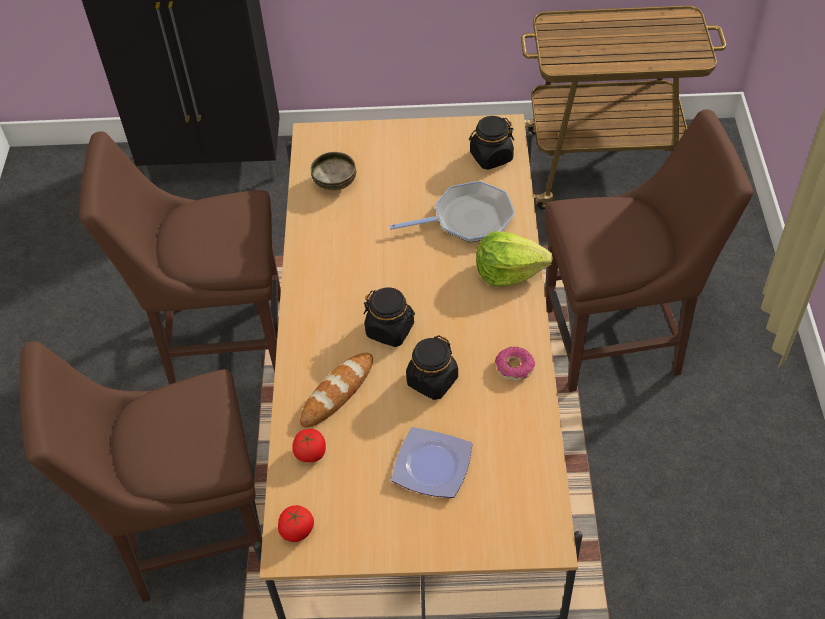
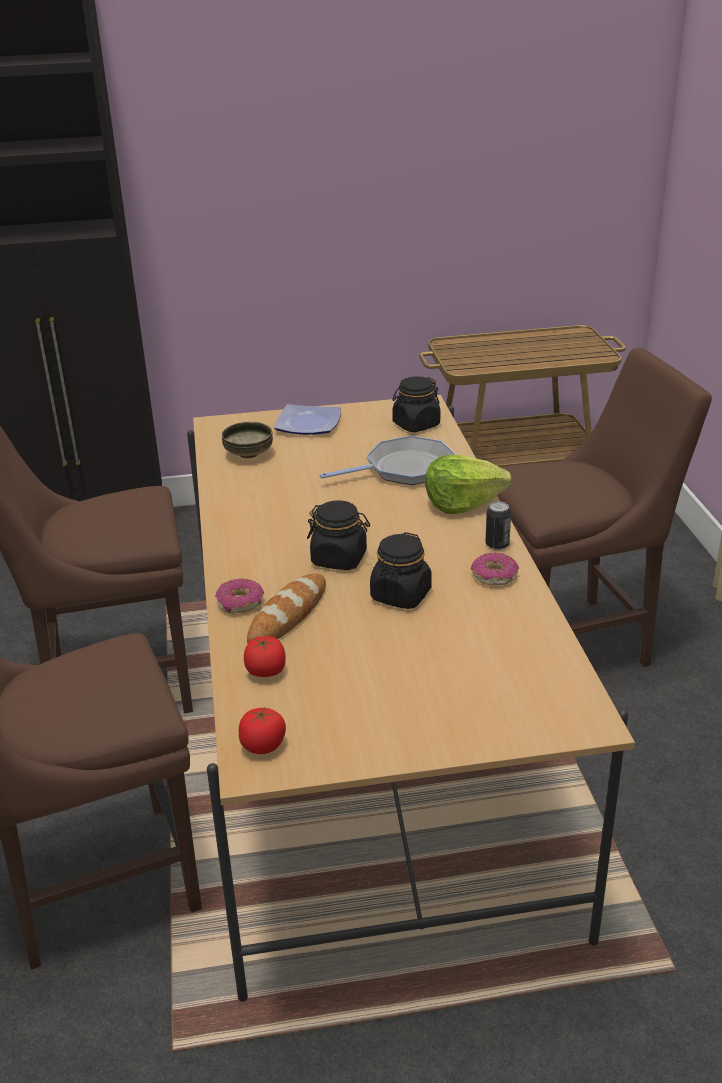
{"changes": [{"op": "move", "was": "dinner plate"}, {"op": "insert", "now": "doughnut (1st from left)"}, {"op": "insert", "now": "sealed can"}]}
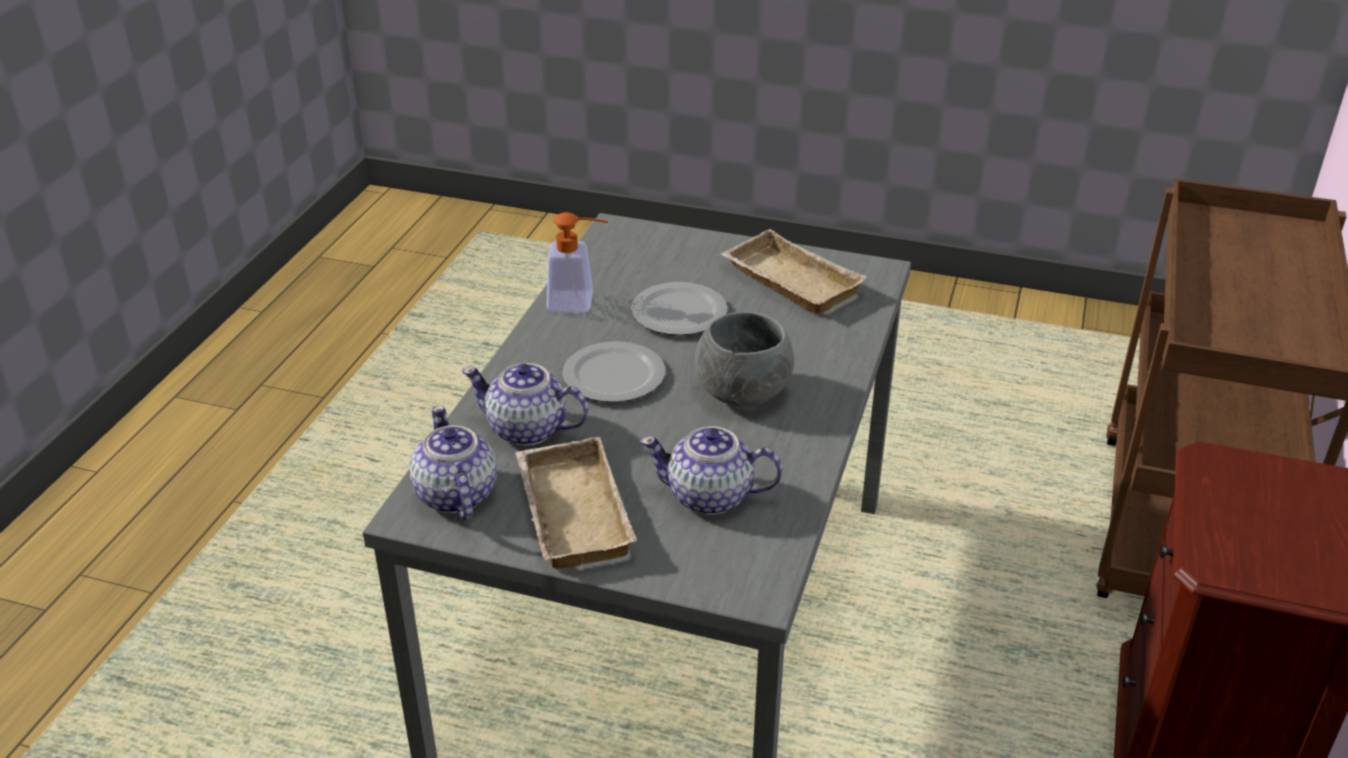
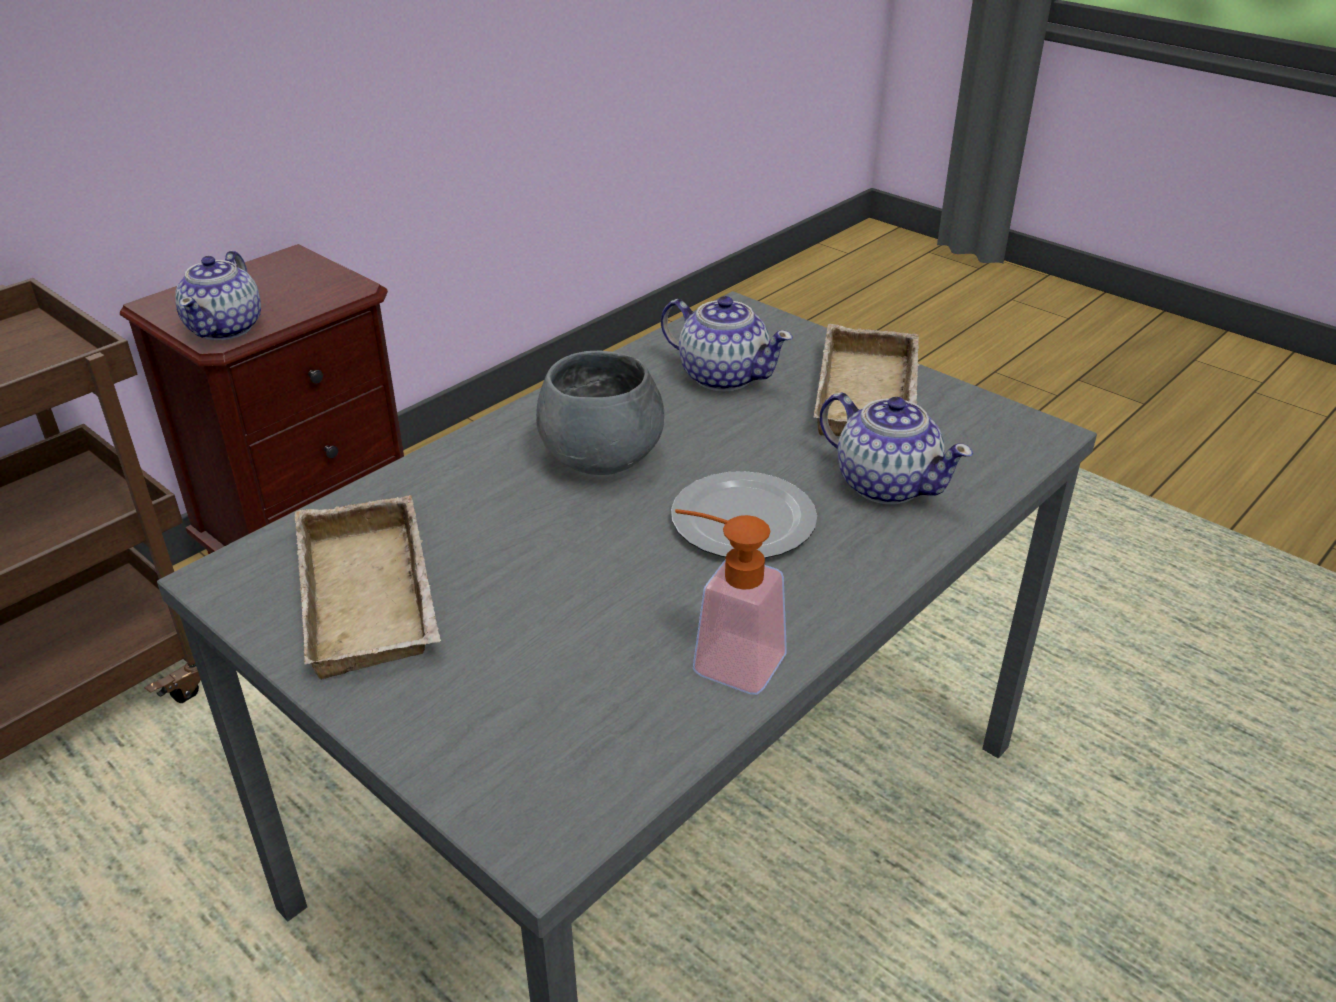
{"changes": [{"op": "move", "was": "teapot (1st from left)"}, {"op": "delete", "was": "dinner plate (2nd from left)"}]}
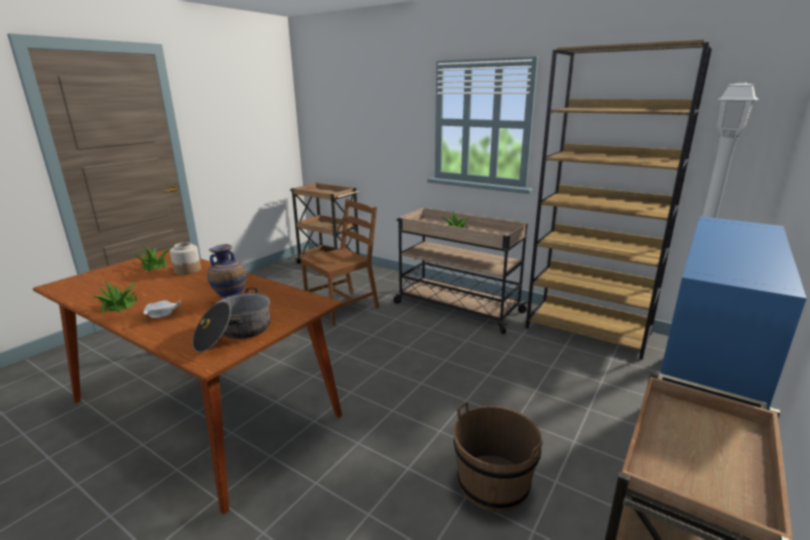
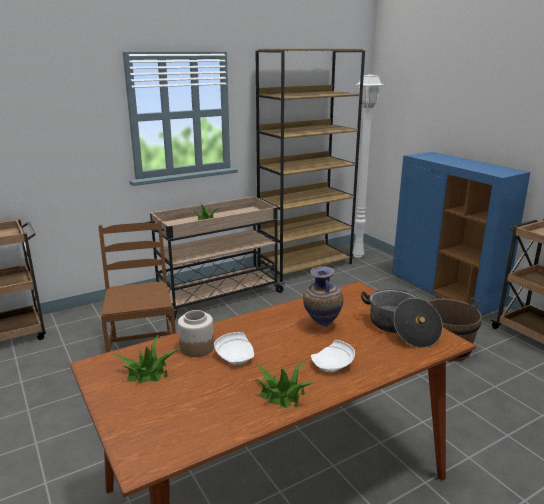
{"changes": [{"op": "insert", "now": "dinner plate (whitish) (1st from left)"}]}
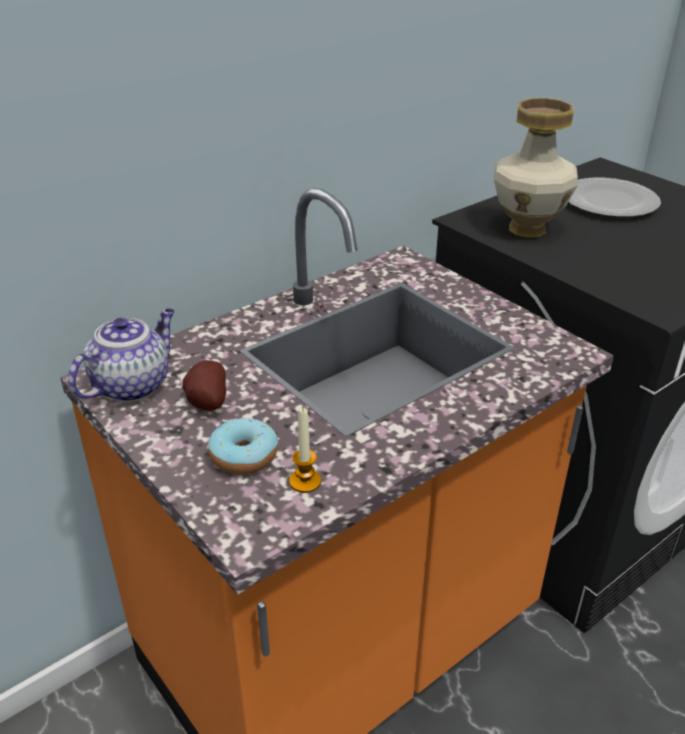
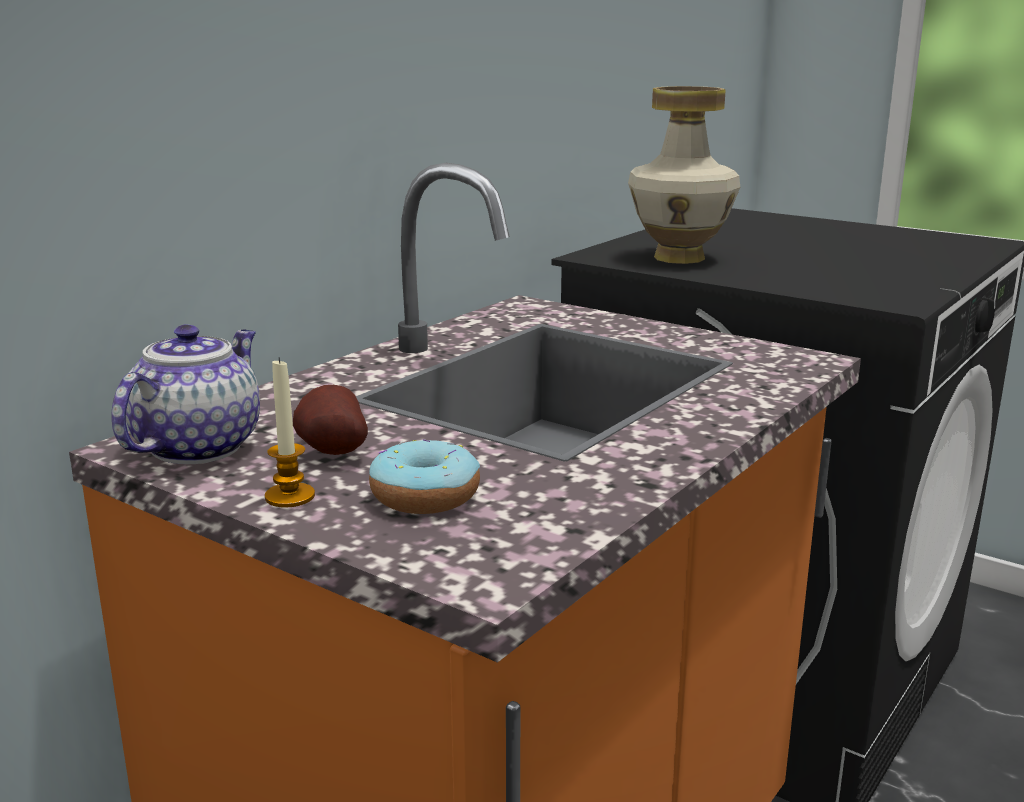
{"changes": [{"op": "move", "was": "wax candle"}, {"op": "delete", "was": "dinner plate"}]}
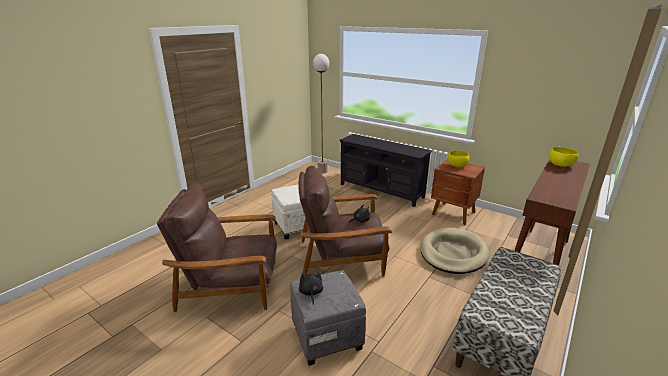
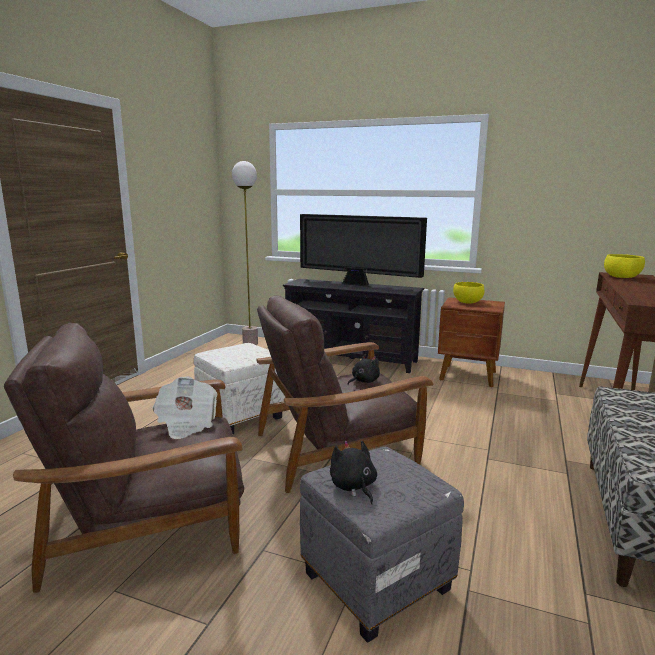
{"changes": [{"op": "delete", "was": "dog cushion (sand-coloured)"}, {"op": "insert", "now": "newspaper"}, {"op": "insert", "now": "television"}]}
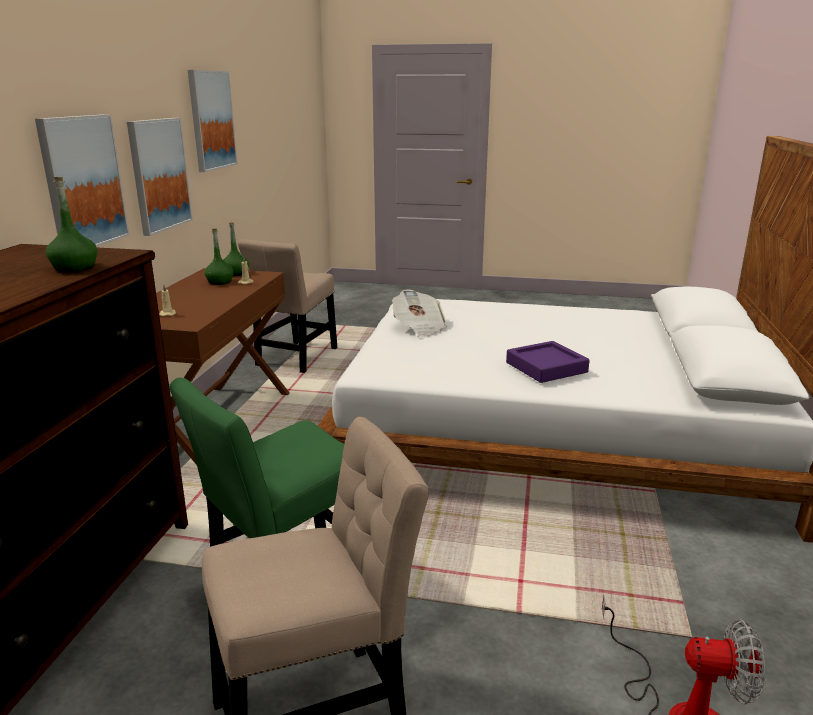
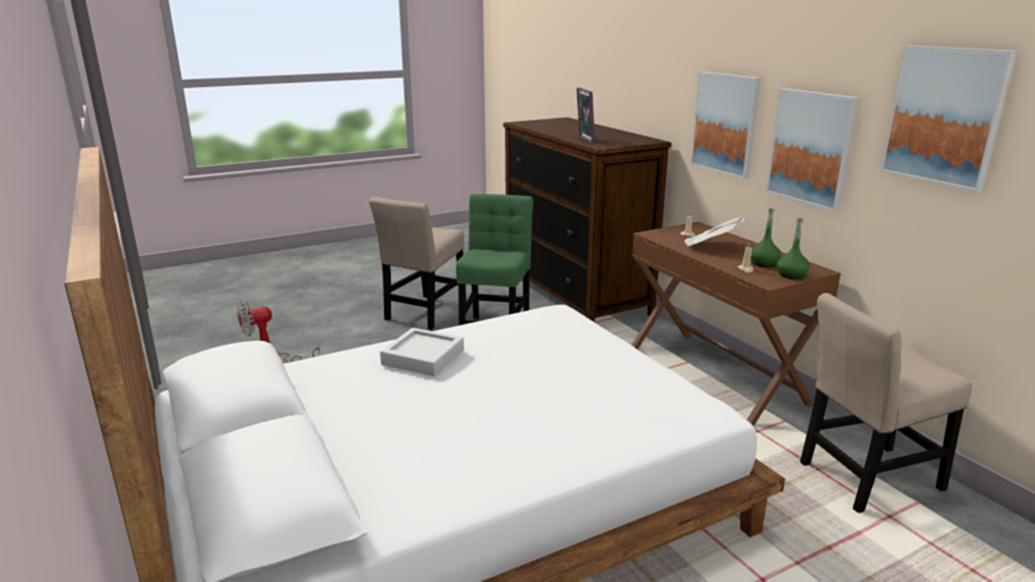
{"changes": [{"op": "replace", "was": "bottle (green) (1st from left)", "now": "photo frame"}, {"op": "rotate", "was": "plain chair (sand-coloured) (1st from left in the first image)", "clockwise": -90}, {"op": "move", "was": "newspaper"}, {"op": "recolor", "was": "tray (purplish)", "now": "tray (gray)"}]}
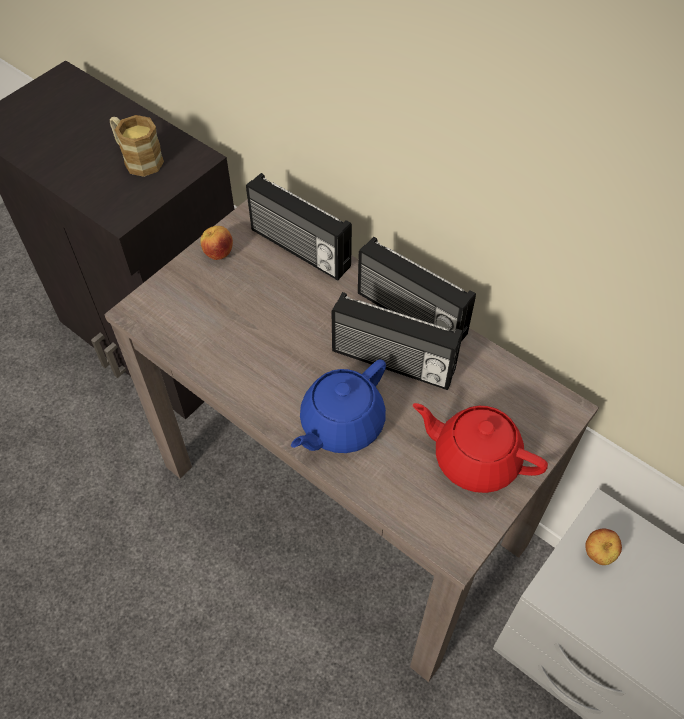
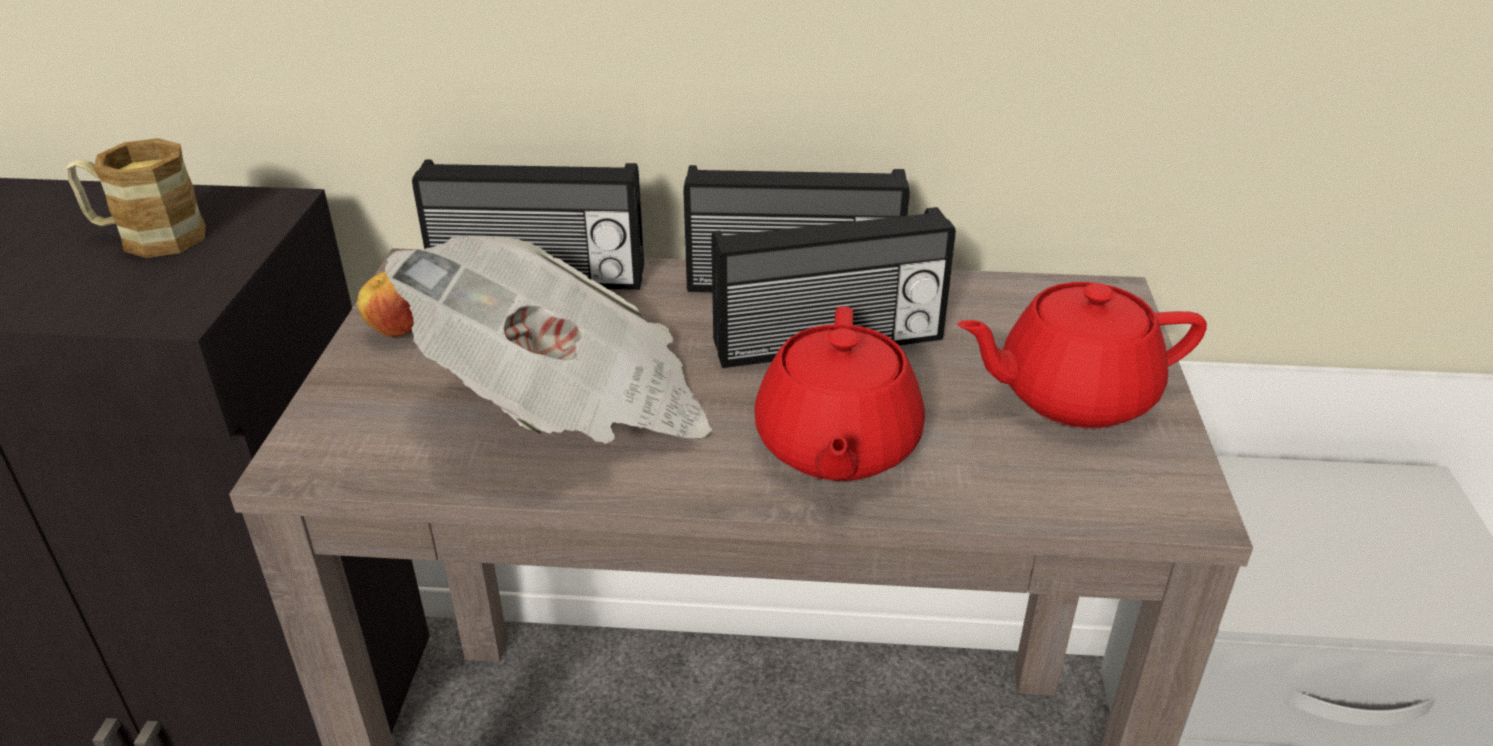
{"changes": [{"op": "recolor", "was": "teapot (blue)", "now": "teapot (red-coloured) (1st from left)"}, {"op": "delete", "was": "whole apple (2nd from left)"}, {"op": "insert", "now": "newspaper"}]}
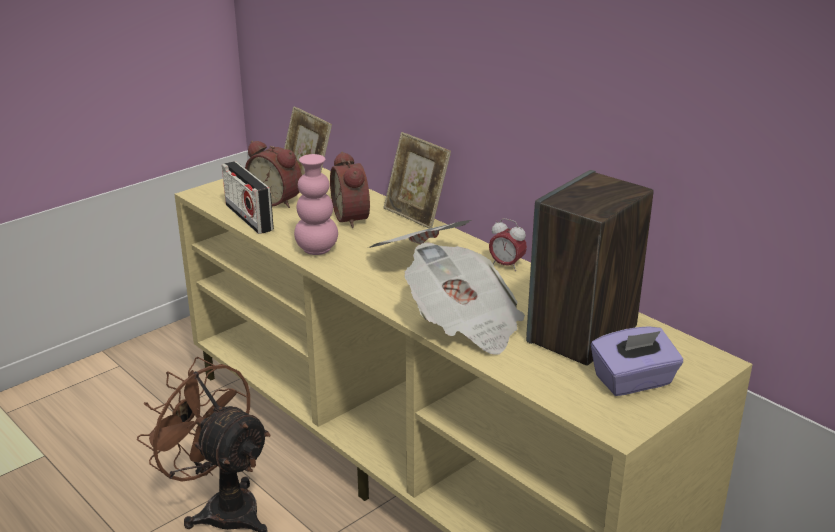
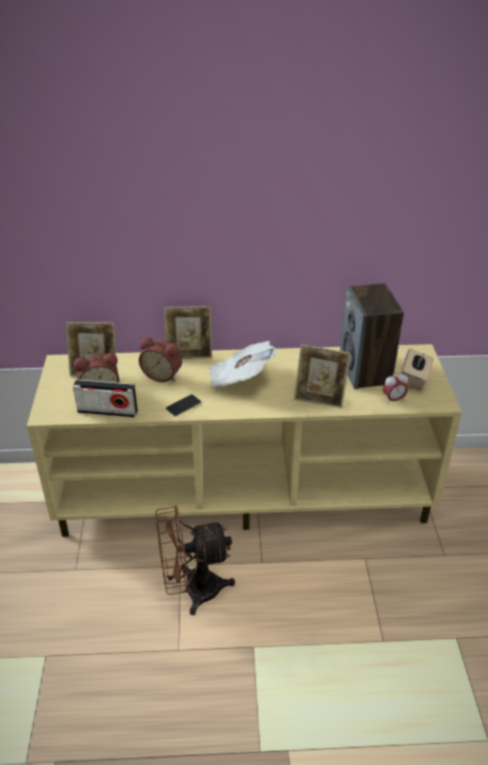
{"changes": [{"op": "replace", "was": "flower vase (pinkish)", "now": "phone"}, {"op": "replace", "was": "newspaper (2nd from left)", "now": "photo frame (3rd from left)"}, {"op": "move", "was": "table clock (3rd from left)"}, {"op": "recolor", "was": "box of tissues (purplish)", "now": "box of tissues (sand-coloured)"}]}
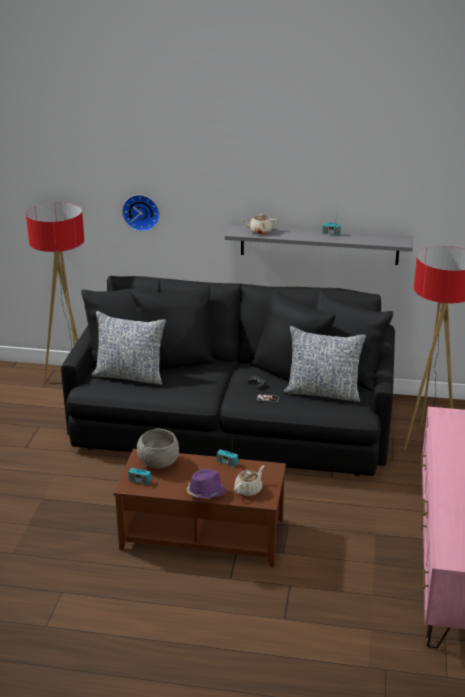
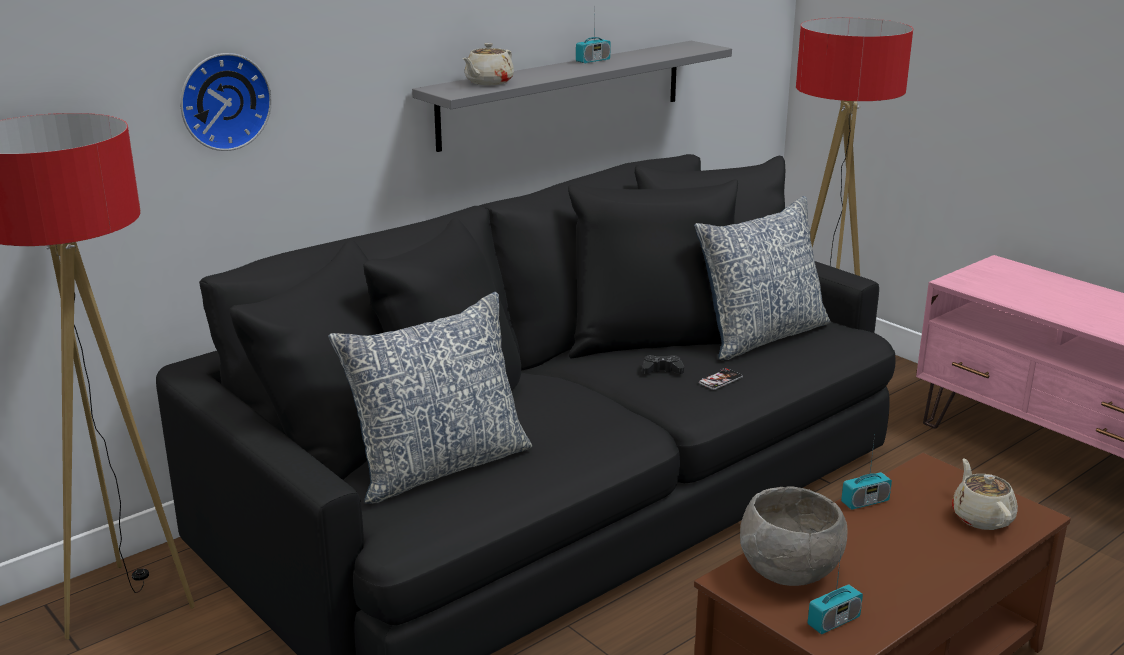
{"changes": [{"op": "delete", "was": "hat (purplish)"}]}
